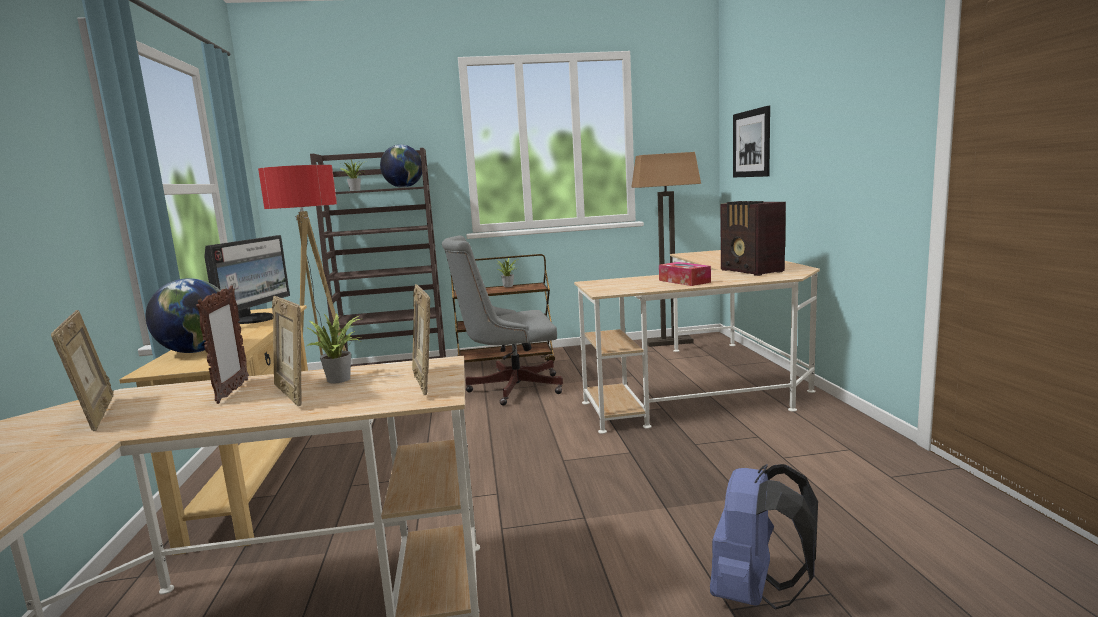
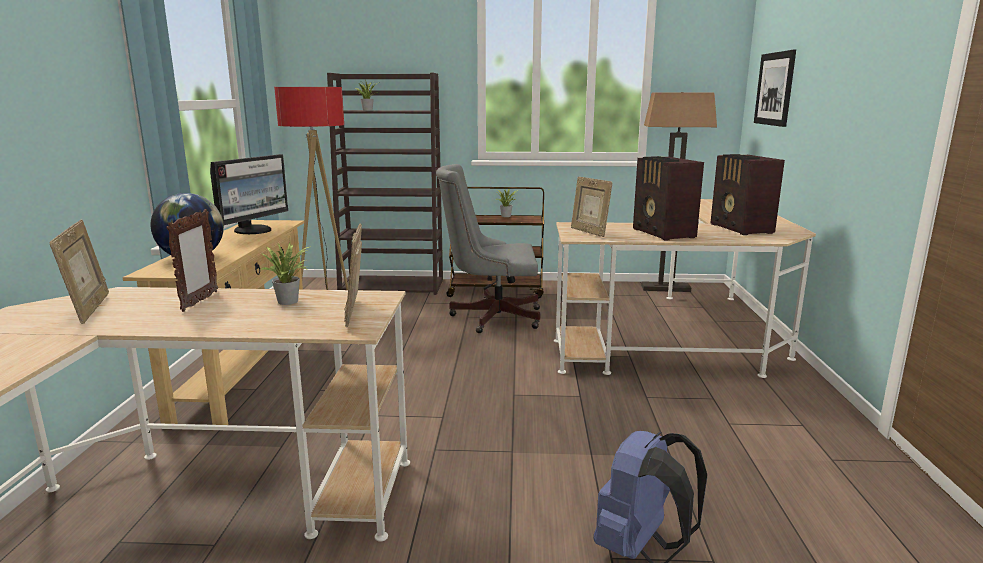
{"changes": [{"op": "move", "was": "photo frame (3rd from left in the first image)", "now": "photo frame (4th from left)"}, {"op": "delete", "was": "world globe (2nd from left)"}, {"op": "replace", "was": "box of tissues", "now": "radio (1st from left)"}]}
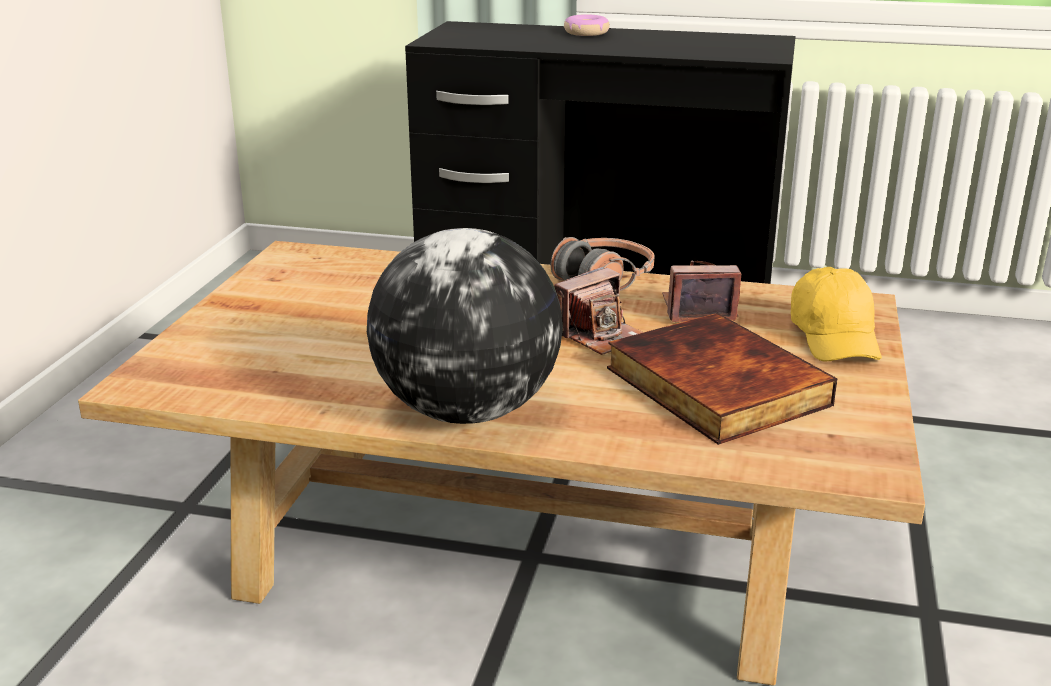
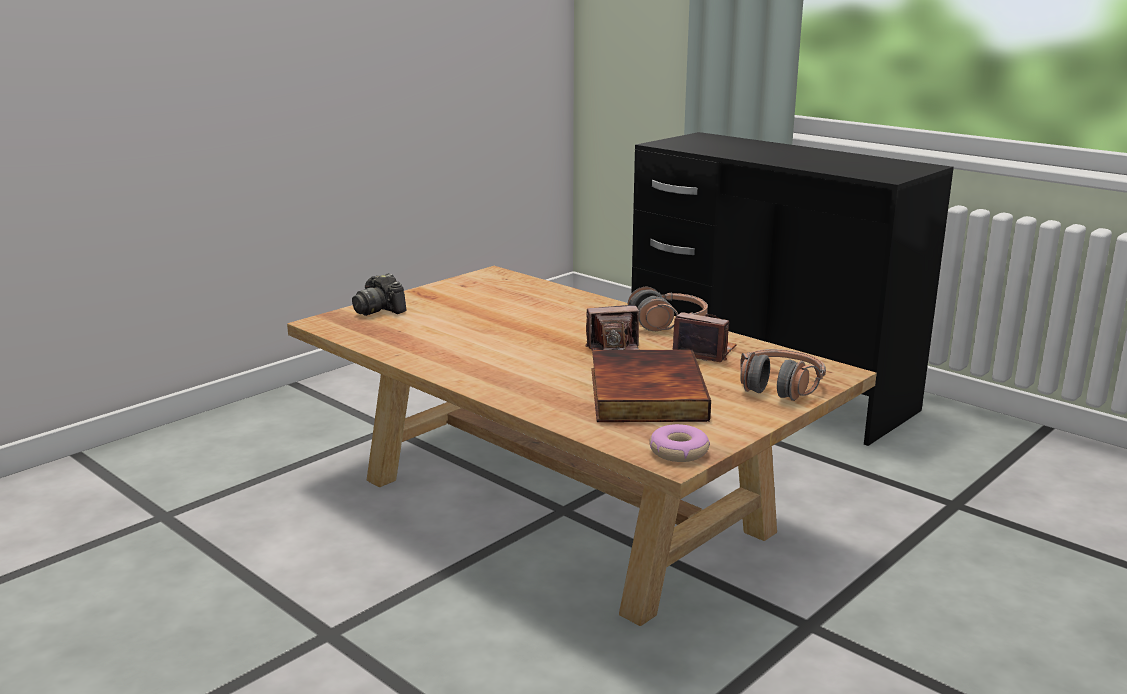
{"changes": [{"op": "delete", "was": "world globe"}, {"op": "move", "was": "doughnut"}, {"op": "replace", "was": "baseball cap (yellow)", "now": "headset (2nd from left)"}, {"op": "insert", "now": "still camera (1st from left)"}]}
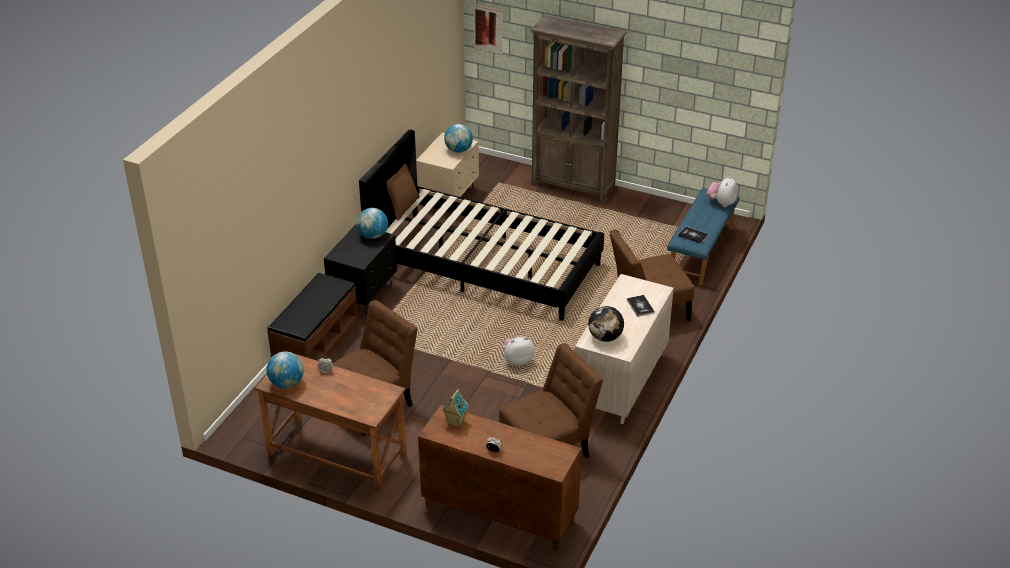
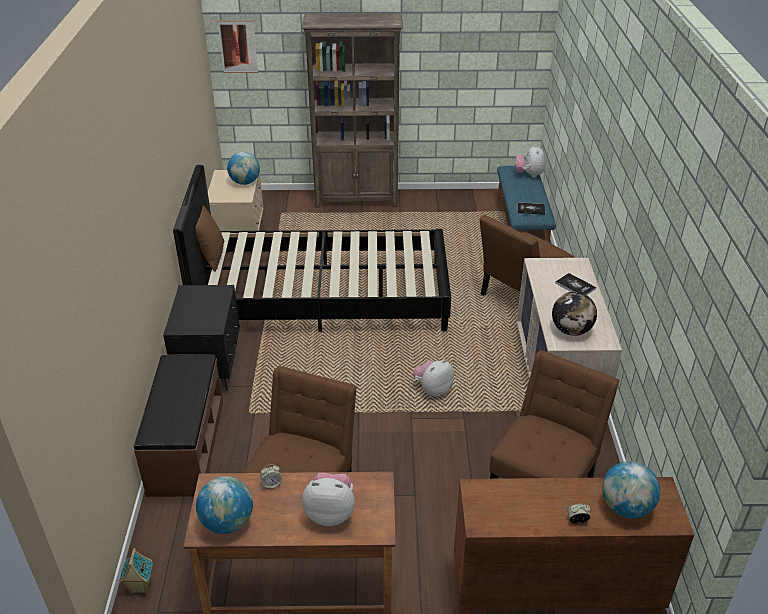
{"changes": [{"op": "move", "was": "world globe (2nd from left in the first image)", "now": "world globe (4th from left)"}, {"op": "move", "was": "model house"}, {"op": "insert", "now": "plush toy (1st from left)"}]}
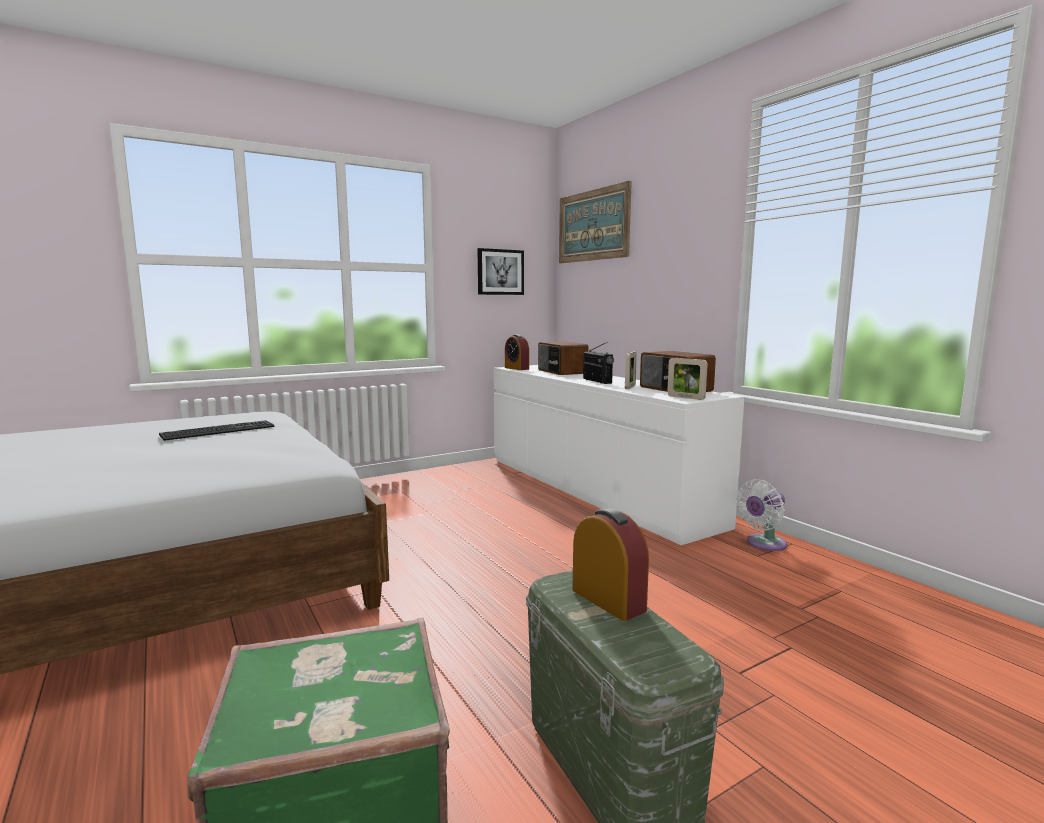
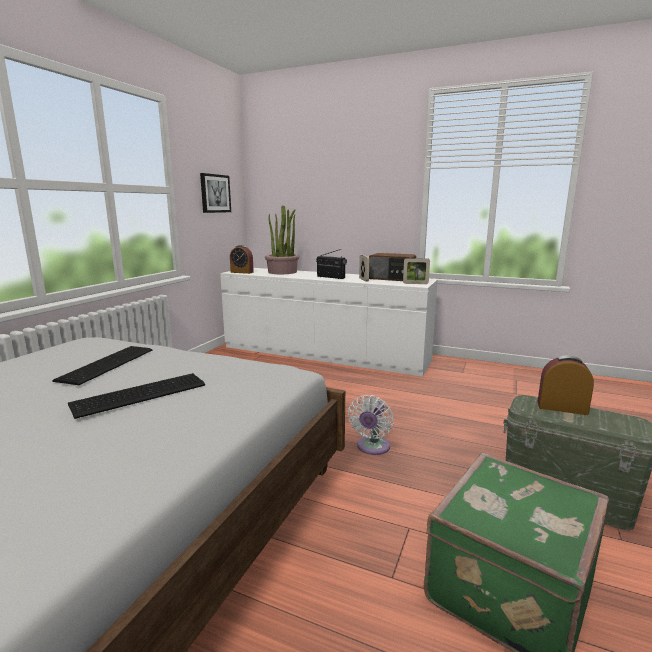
{"changes": [{"op": "replace", "was": "radio (1st from left)", "now": "houseplant"}, {"op": "delete", "was": "wall picture (2nd from left)"}, {"op": "move", "was": "cooling fan (whitish)"}, {"op": "insert", "now": "computer keyboard (2nd from left)"}]}
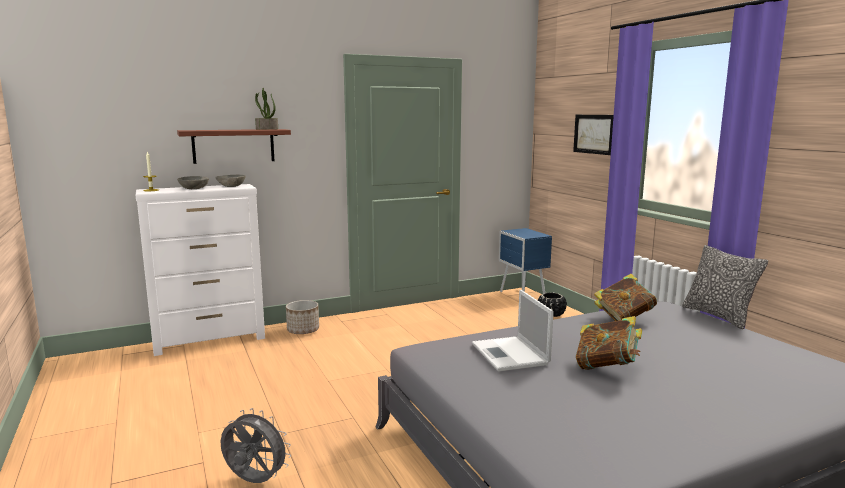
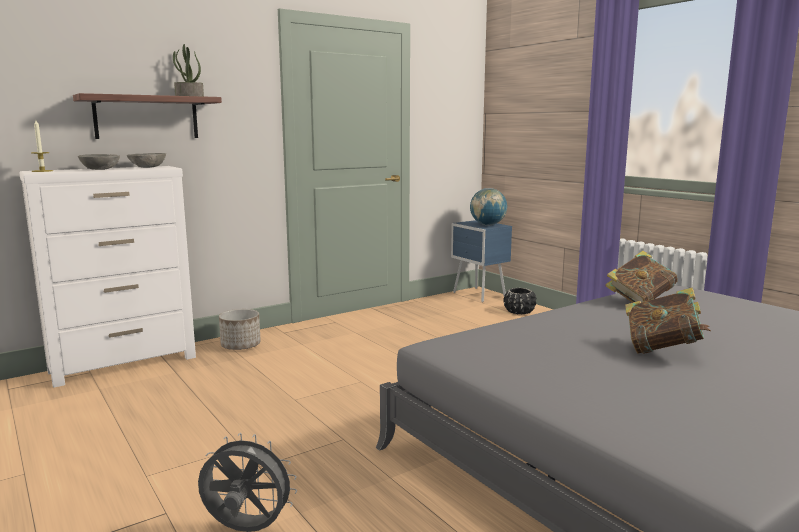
{"changes": [{"op": "delete", "was": "portable computer"}, {"op": "delete", "was": "wall picture"}, {"op": "delete", "was": "throw pillow"}, {"op": "insert", "now": "world globe"}]}
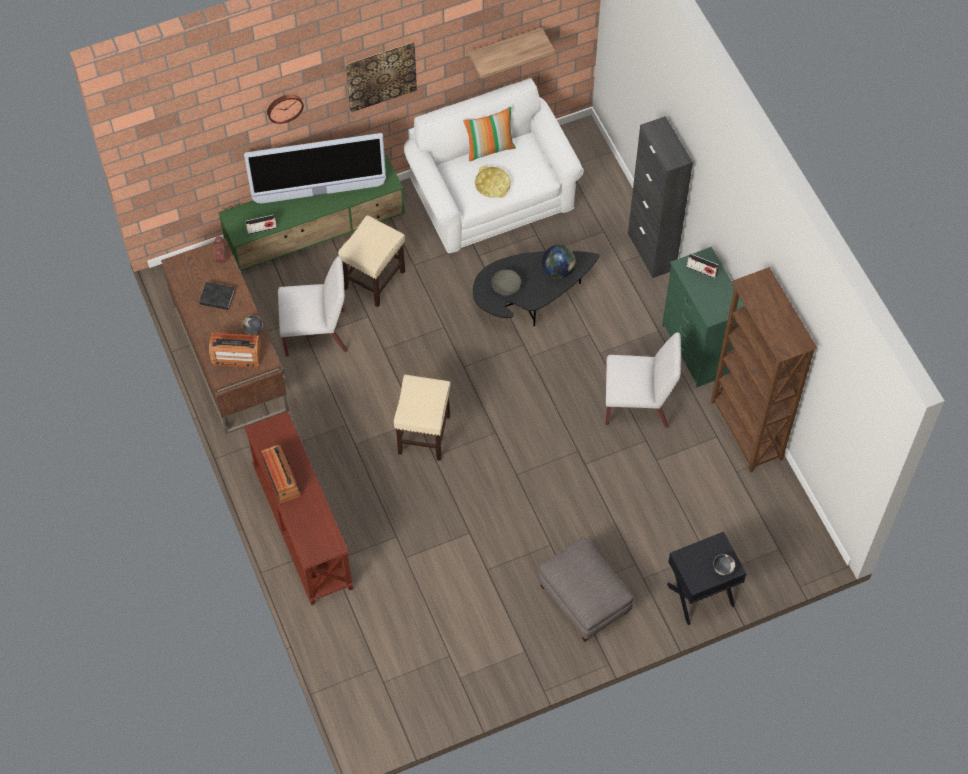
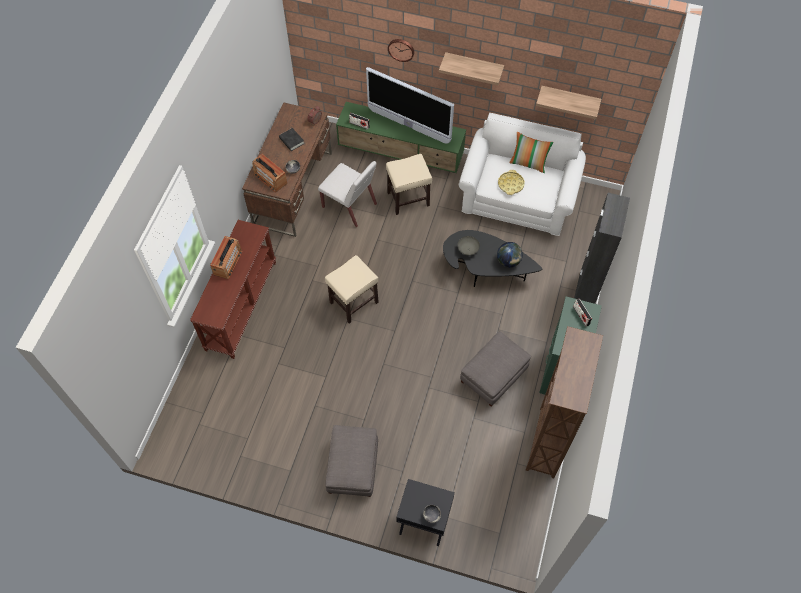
{"changes": [{"op": "replace", "was": "wall picture", "now": "wall shelf (1st from left)"}, {"op": "replace", "was": "plain chair (whitish) (2nd from left)", "now": "ottoman (gray) (2nd from left)"}]}
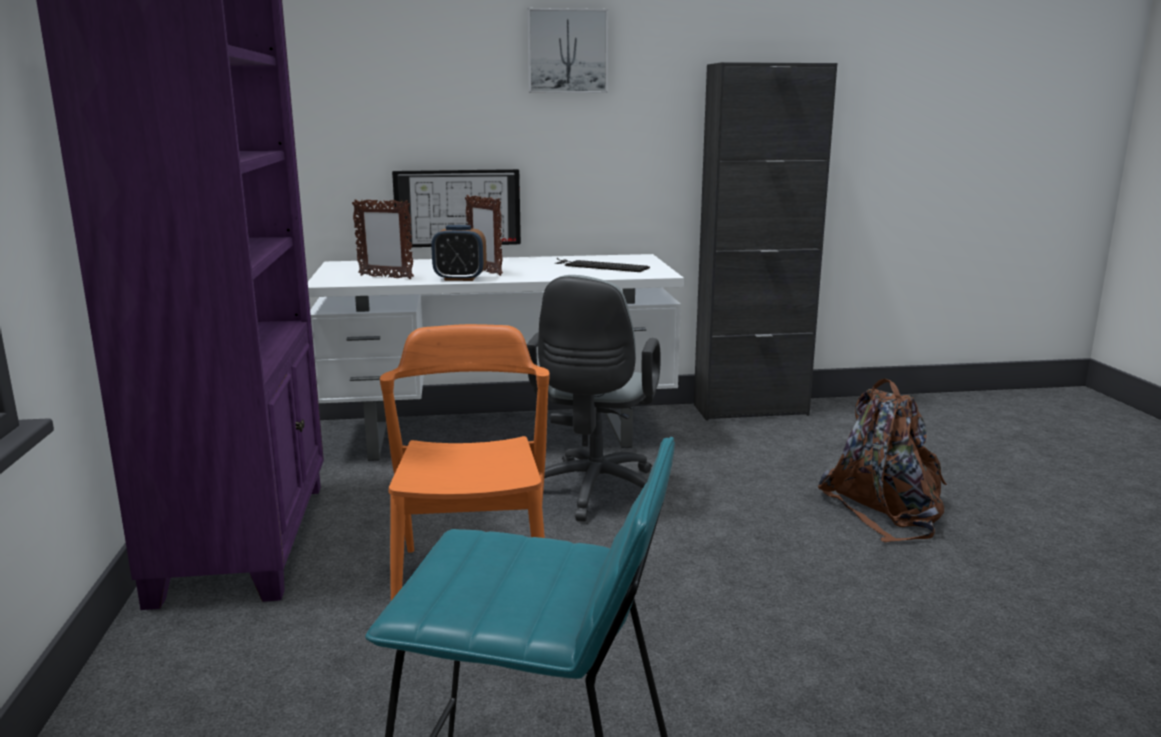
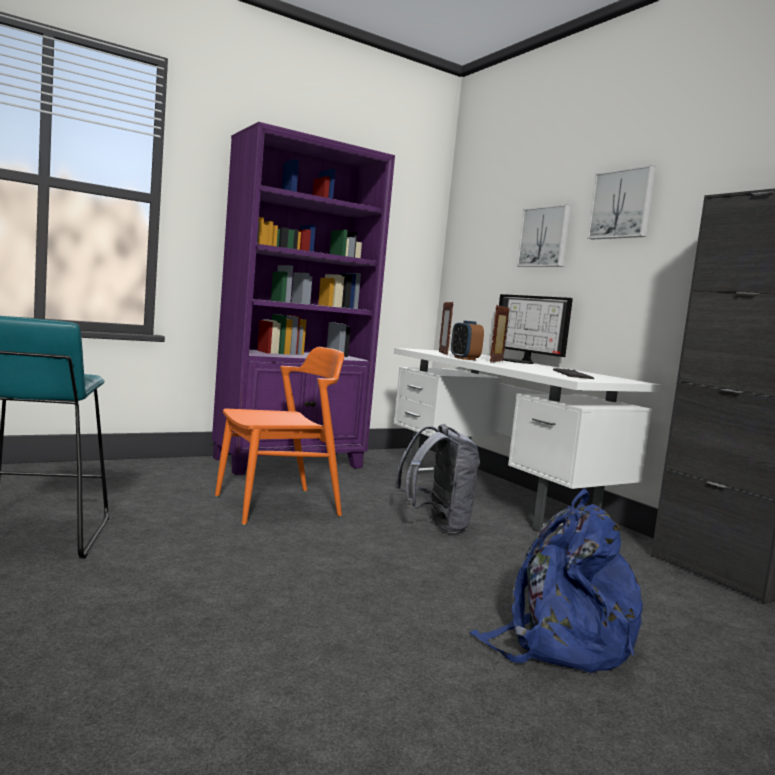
{"changes": [{"op": "replace", "was": "computer chair (gray)", "now": "rucksack (gray)"}, {"op": "recolor", "was": "rucksack (brownish)", "now": "rucksack (blue)"}, {"op": "insert", "now": "wall picture (1st from left)"}]}
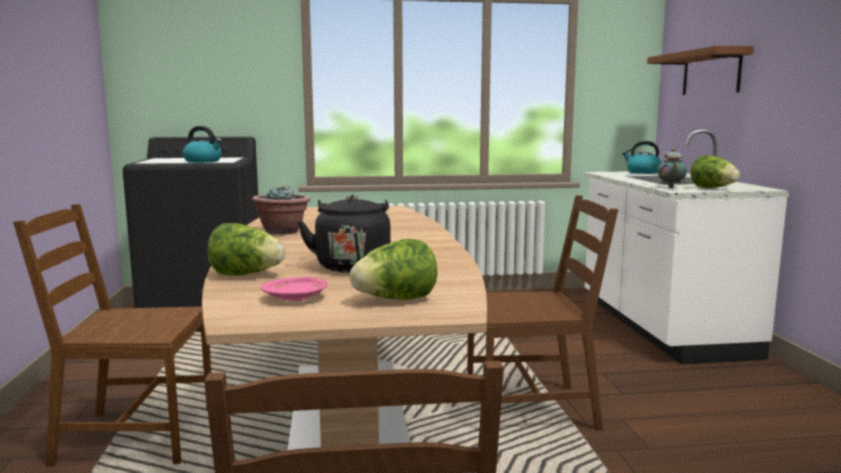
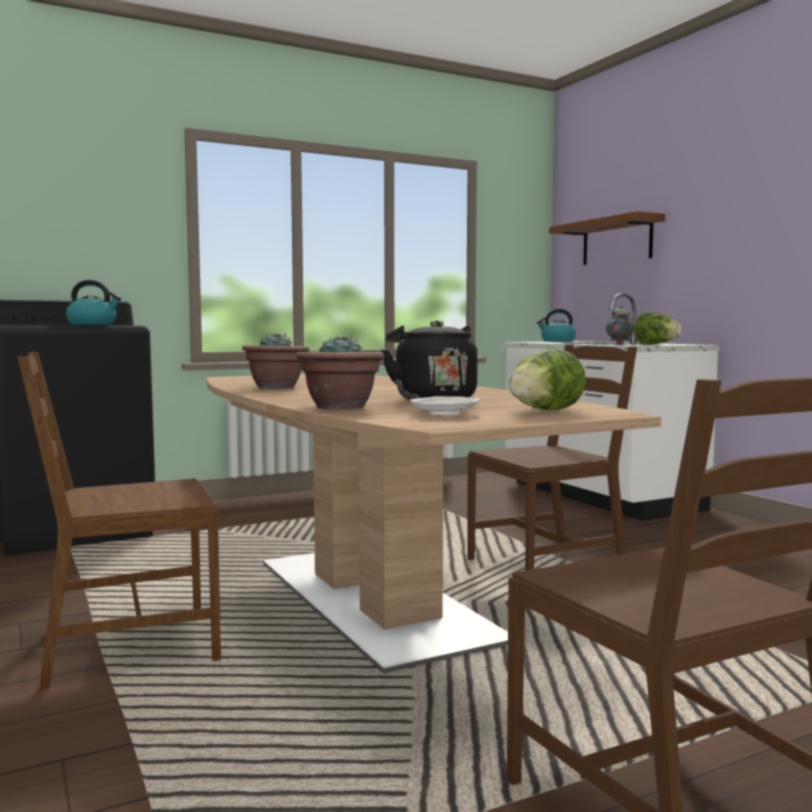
{"changes": [{"op": "replace", "was": "lettuce head (1st from left)", "now": "houseplant (2nd from left)"}, {"op": "recolor", "was": "dinner plate (pinkish)", "now": "dinner plate (whitish)"}]}
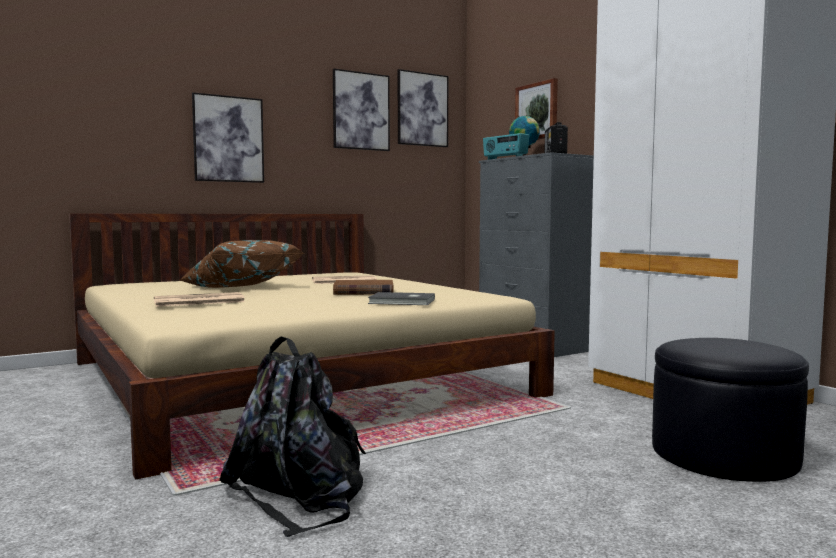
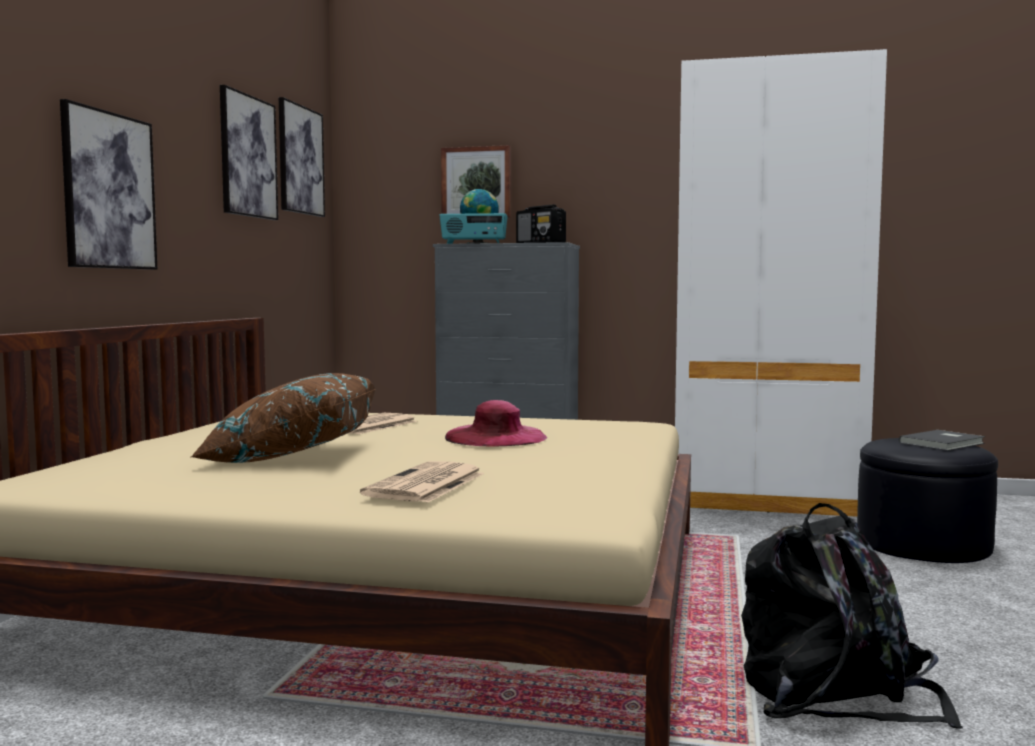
{"changes": [{"op": "replace", "was": "book (brownish)", "now": "hat (pinkish)"}, {"op": "move", "was": "book (gray)"}]}
